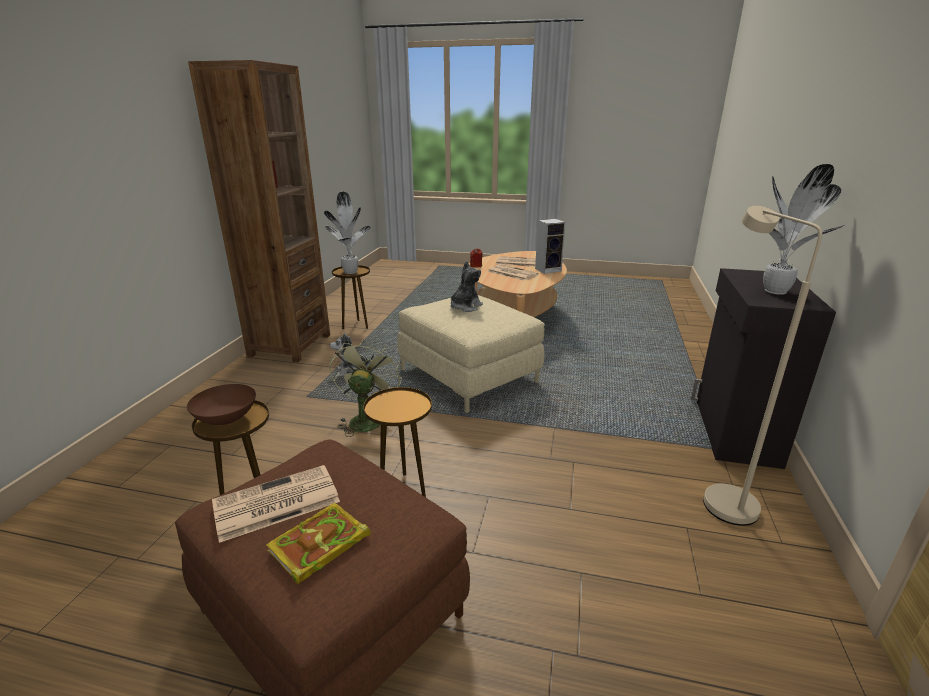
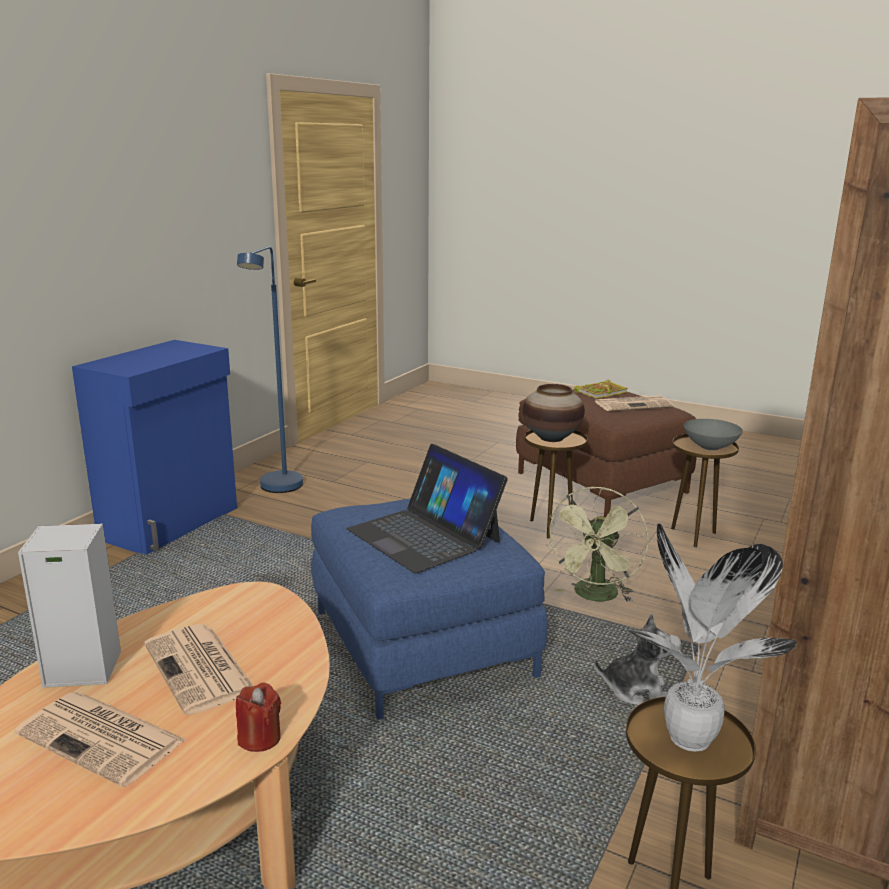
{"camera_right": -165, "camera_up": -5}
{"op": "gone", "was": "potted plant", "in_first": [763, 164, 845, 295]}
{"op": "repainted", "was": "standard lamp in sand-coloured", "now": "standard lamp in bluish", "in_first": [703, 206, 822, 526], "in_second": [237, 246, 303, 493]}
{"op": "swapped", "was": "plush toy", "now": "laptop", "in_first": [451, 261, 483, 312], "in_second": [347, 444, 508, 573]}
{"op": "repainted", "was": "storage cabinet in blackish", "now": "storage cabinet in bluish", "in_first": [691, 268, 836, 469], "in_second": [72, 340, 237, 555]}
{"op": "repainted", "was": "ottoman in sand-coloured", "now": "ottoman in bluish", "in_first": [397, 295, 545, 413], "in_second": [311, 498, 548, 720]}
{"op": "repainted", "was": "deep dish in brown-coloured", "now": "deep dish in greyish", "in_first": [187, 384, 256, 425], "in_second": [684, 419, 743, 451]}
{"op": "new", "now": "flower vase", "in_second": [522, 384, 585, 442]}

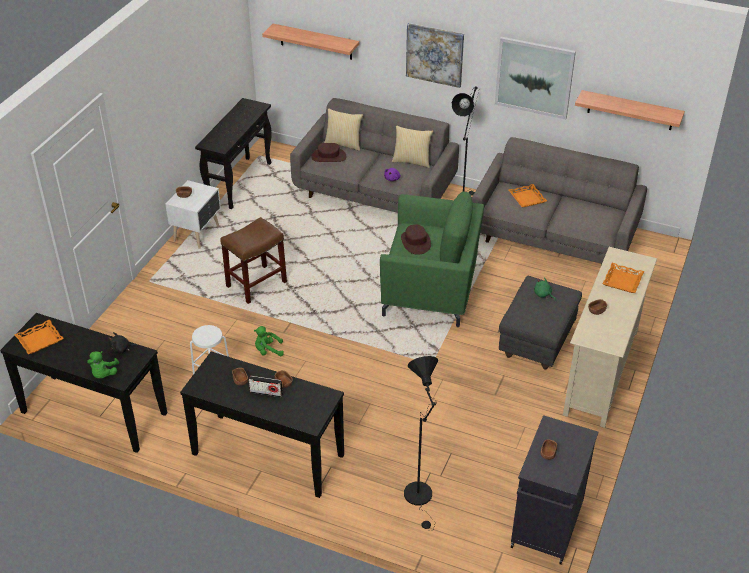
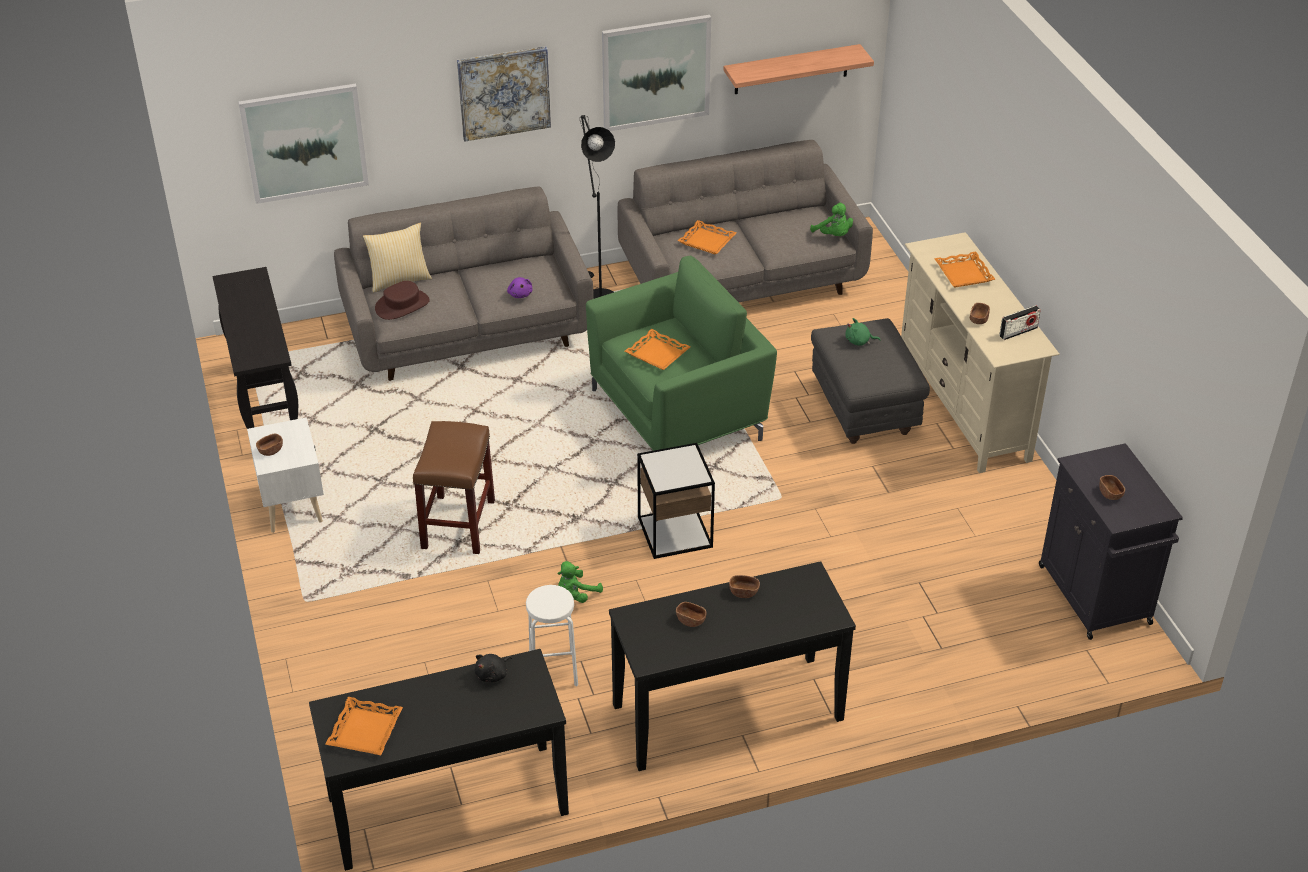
{"camera_right": -40, "camera_up": 0}
{"op": "swapped", "was": "bracket shelf", "now": "picture", "in_first": [262, 24, 359, 60], "in_second": [239, 84, 369, 204]}
{"op": "gone", "was": "pillow", "in_first": [392, 126, 433, 168]}
{"op": "swapped", "was": "wearable hat in brown-coloured", "now": "serving tray in orangey", "in_first": [401, 224, 431, 255], "in_second": [625, 329, 691, 370]}
{"op": "shifted", "was": "plush toy in green", "in_first": [87, 351, 119, 378], "in_second": [810, 203, 853, 236]}
{"op": "gone", "was": "standard lamp in blackish", "in_first": [404, 356, 438, 531]}
{"op": "shifted", "was": "radio set", "in_first": [249, 376, 283, 397], "in_second": [999, 305, 1041, 340]}
{"op": "new", "now": "side table", "in_second": [637, 443, 715, 559]}

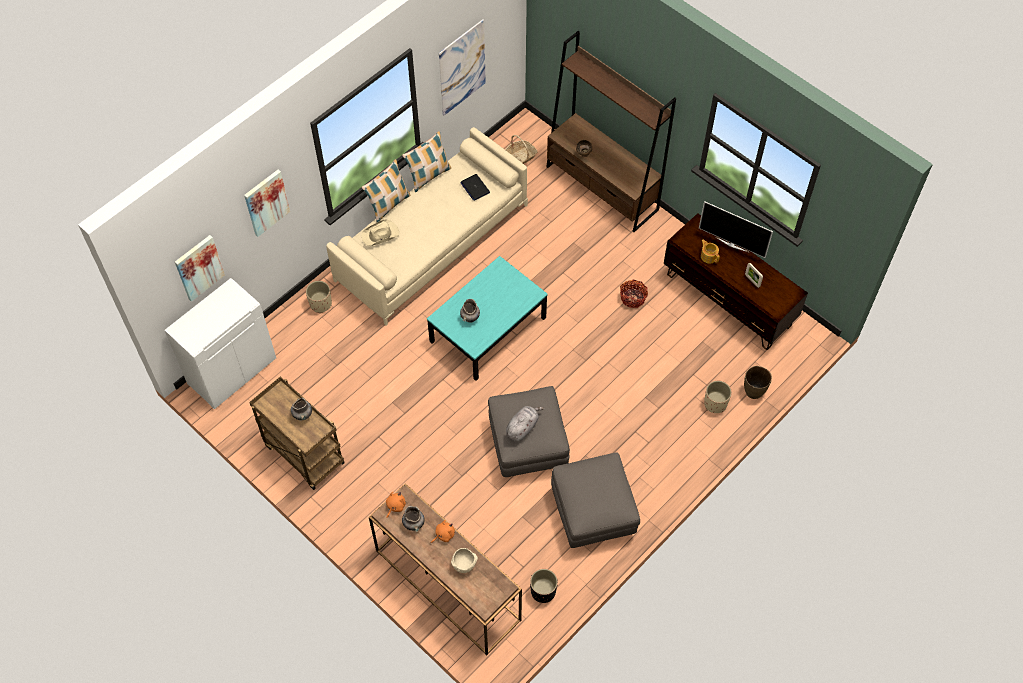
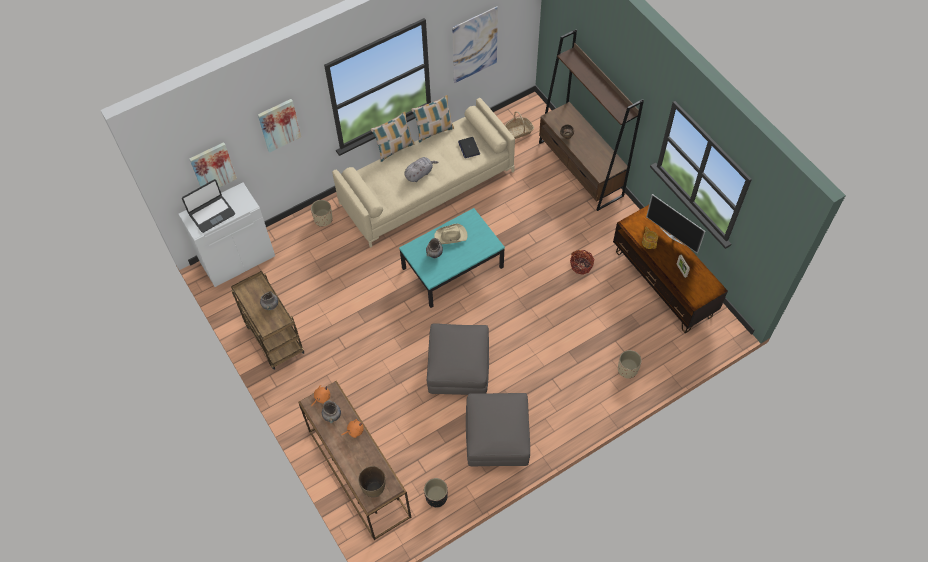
{"camera_right": 15, "camera_up": 0}
{"op": "shifted", "was": "wearable hat in sand-coloured", "in_first": [361, 219, 399, 246], "in_second": [434, 224, 467, 244]}
{"op": "shifted", "was": "flower vase in brown-coloured", "in_first": [744, 366, 772, 399], "in_second": [358, 466, 386, 498]}
{"op": "shifted", "was": "plush toy in greyish", "in_first": [506, 406, 544, 441], "in_second": [404, 157, 439, 182]}
{"op": "gone", "was": "deep dish in sand-coloured", "in_first": [451, 548, 478, 573]}
{"op": "new", "now": "laptop", "in_second": [182, 179, 235, 233]}

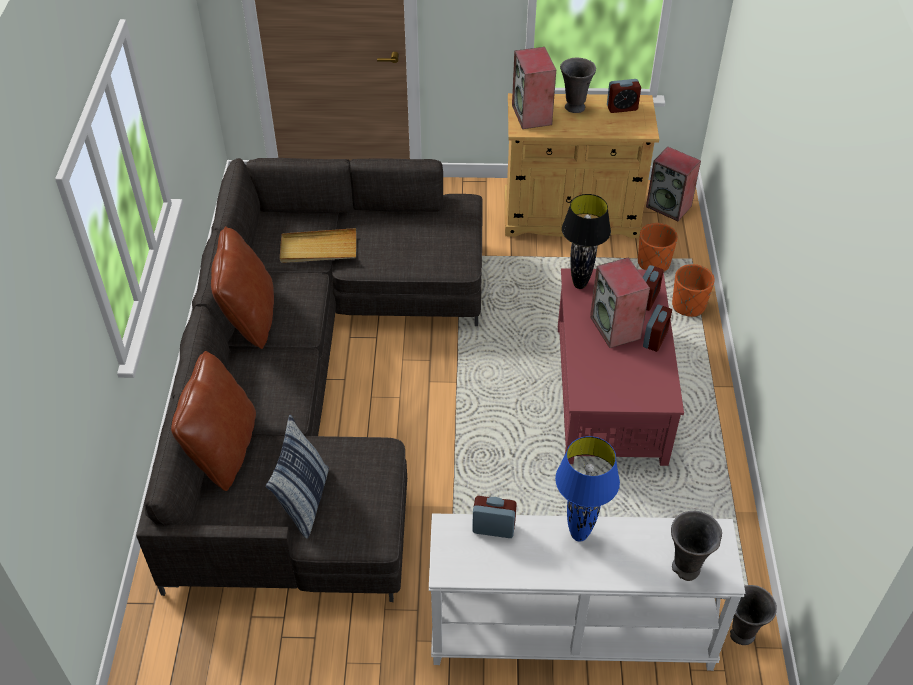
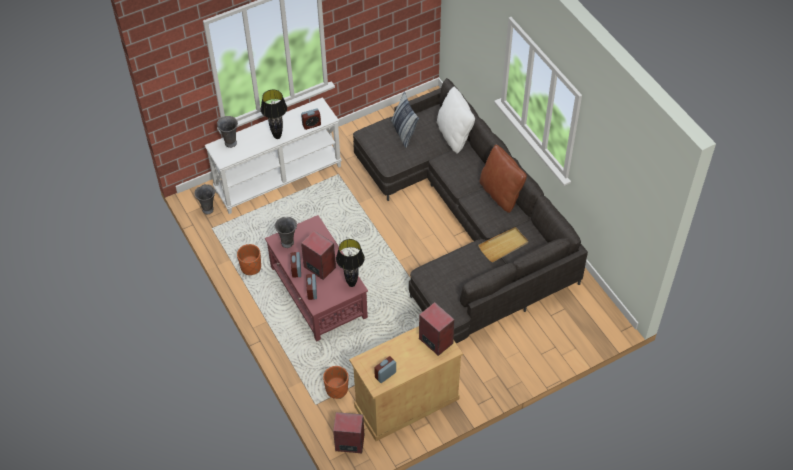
{"camera_right": 150, "camera_up": 5}
{"op": "shifted", "was": "flower vase in greyish", "in_first": [560, 58, 596, 113], "in_second": [275, 217, 297, 248]}
{"op": "shifted", "was": "flower pot in orangey", "in_first": [672, 264, 715, 317], "in_second": [237, 244, 261, 275]}
{"op": "repainted", "was": "pillow in brown-coloured", "now": "pillow in white", "in_first": [171, 351, 256, 491], "in_second": [437, 87, 475, 154]}
{"op": "repainted", "was": "tabletop lamp in bluish", "now": "tabletop lamp in blackish", "in_first": [555, 436, 620, 541], "in_second": [261, 90, 287, 139]}

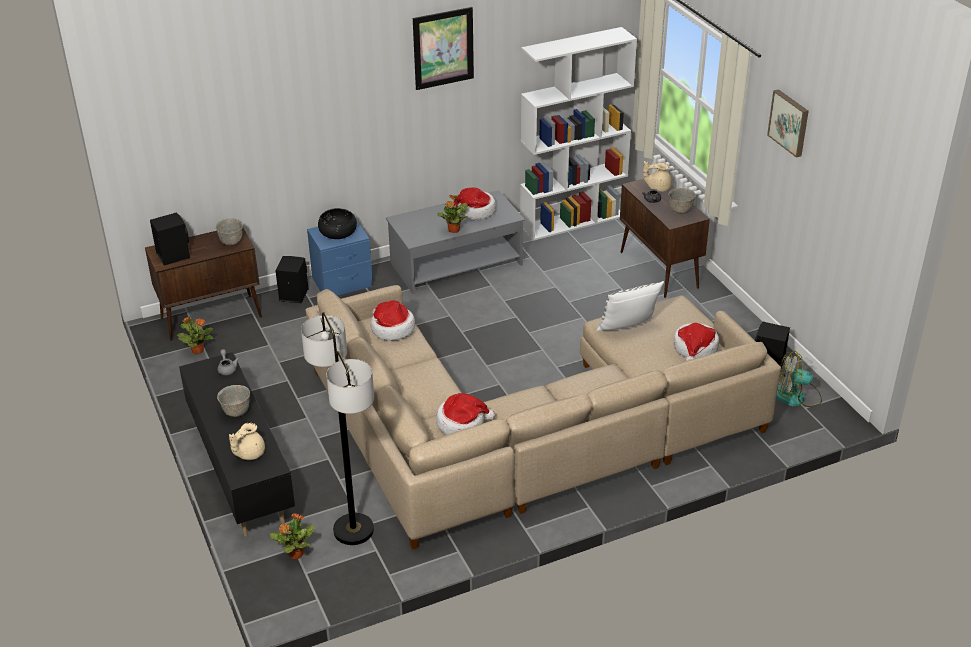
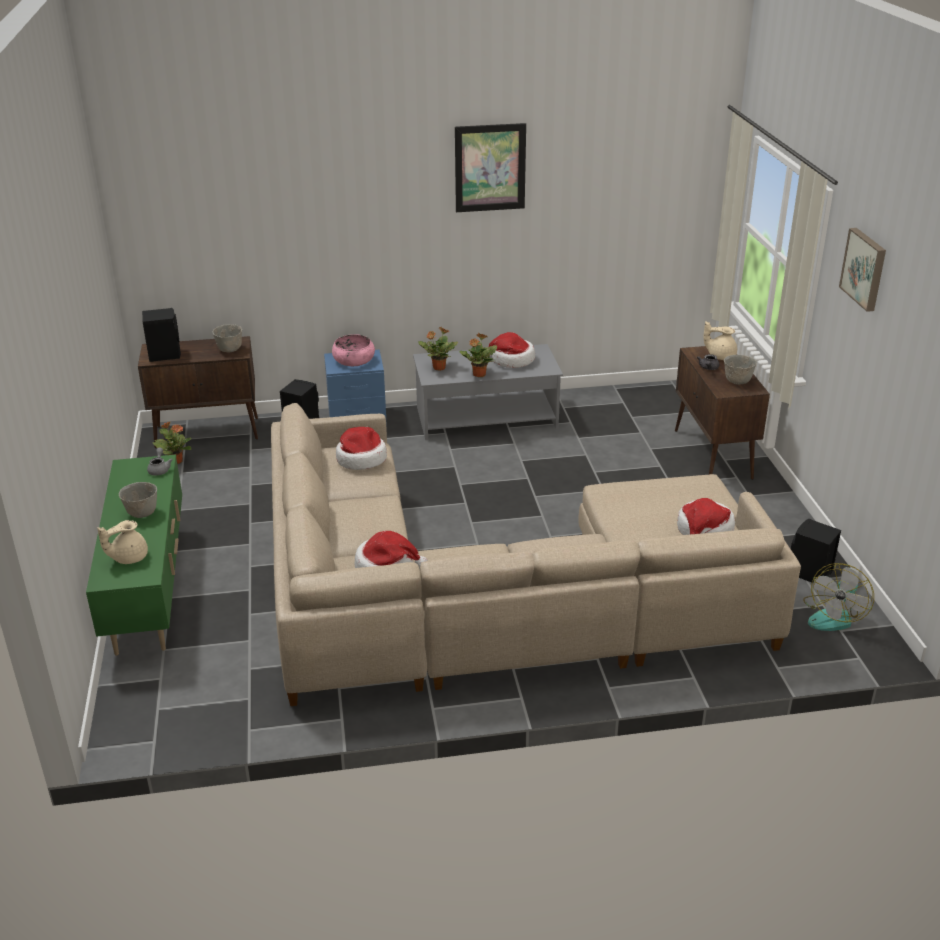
{"camera_right": 15, "camera_up": -5}
{"op": "gone", "was": "shelving unit in white", "in_first": [520, 27, 637, 241]}
{"op": "repainted", "was": "deep dish in blackish", "now": "deep dish in pink-coloured", "in_first": [318, 208, 357, 239], "in_second": [332, 334, 375, 366]}
{"op": "gone", "was": "pillow in white", "in_first": [597, 281, 664, 331]}
{"op": "gone", "was": "standard lamp", "in_first": [301, 312, 374, 545]}
{"op": "rotated", "was": "fan", "in_first": [776, 351, 822, 407], "in_second": [803, 563, 874, 631], "clockwise": -75}
{"op": "repainted", "was": "media console in blackish", "now": "media console in green", "in_first": [179, 352, 295, 537], "in_second": [86, 455, 182, 656]}
{"op": "shifted", "was": "potted plant", "in_first": [270, 513, 315, 559], "in_second": [418, 327, 458, 371]}

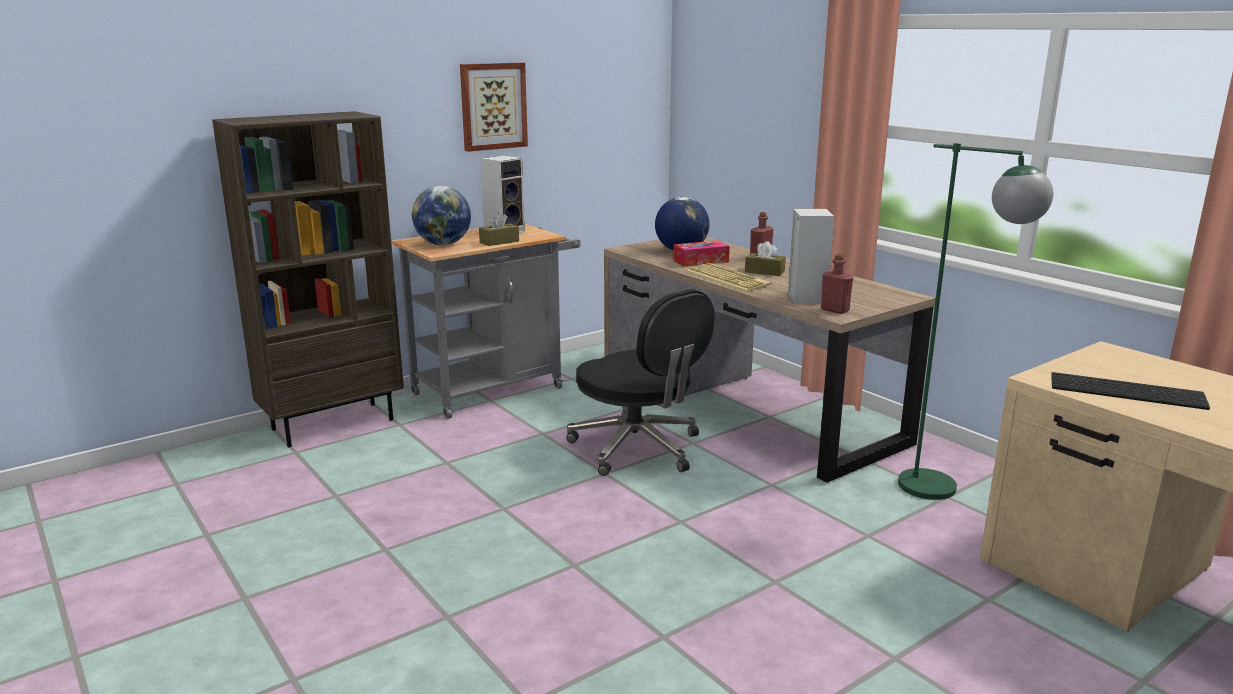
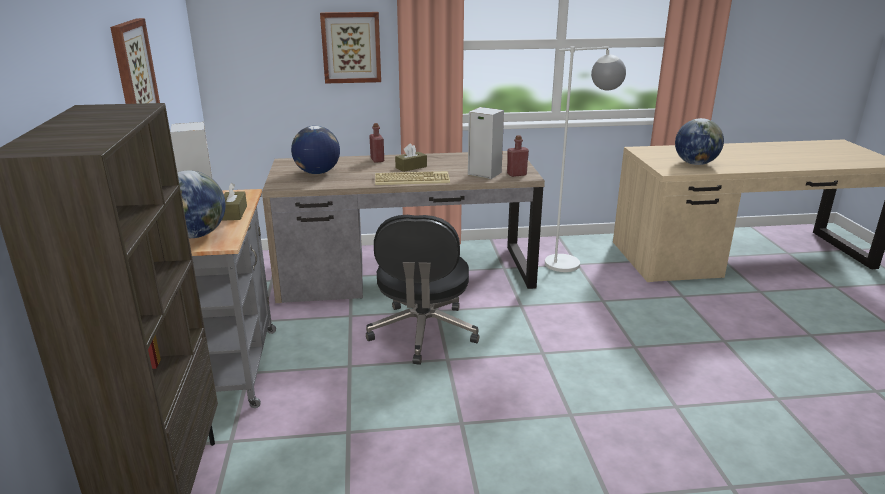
{"camera_right": -60, "camera_up": 5}
{"op": "repainted", "was": "standard lamp in green", "now": "standard lamp in white", "in_first": [898, 143, 1053, 500], "in_second": [545, 46, 626, 272]}
{"op": "gone", "was": "tissue box", "in_first": [673, 240, 730, 267]}
{"op": "rotated", "was": "office chair in blackish", "in_first": [566, 289, 715, 476], "in_second": [366, 215, 479, 365], "clockwise": 105}
{"op": "swapped", "was": "keyboard", "now": "globe", "in_first": [1051, 372, 1210, 410], "in_second": [675, 118, 724, 165]}
{"op": "new", "now": "picture", "in_second": [320, 12, 381, 83]}

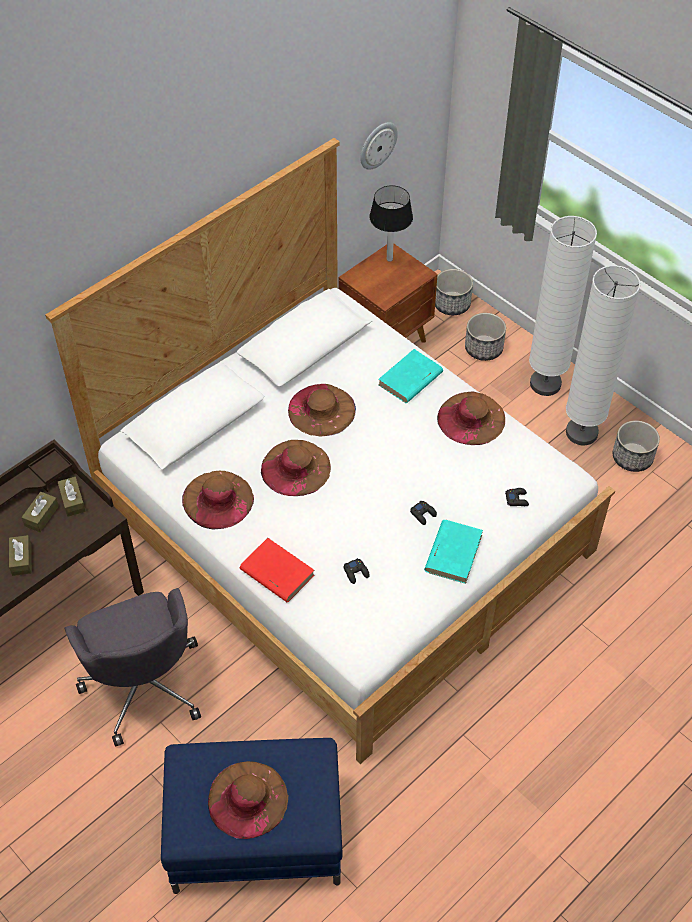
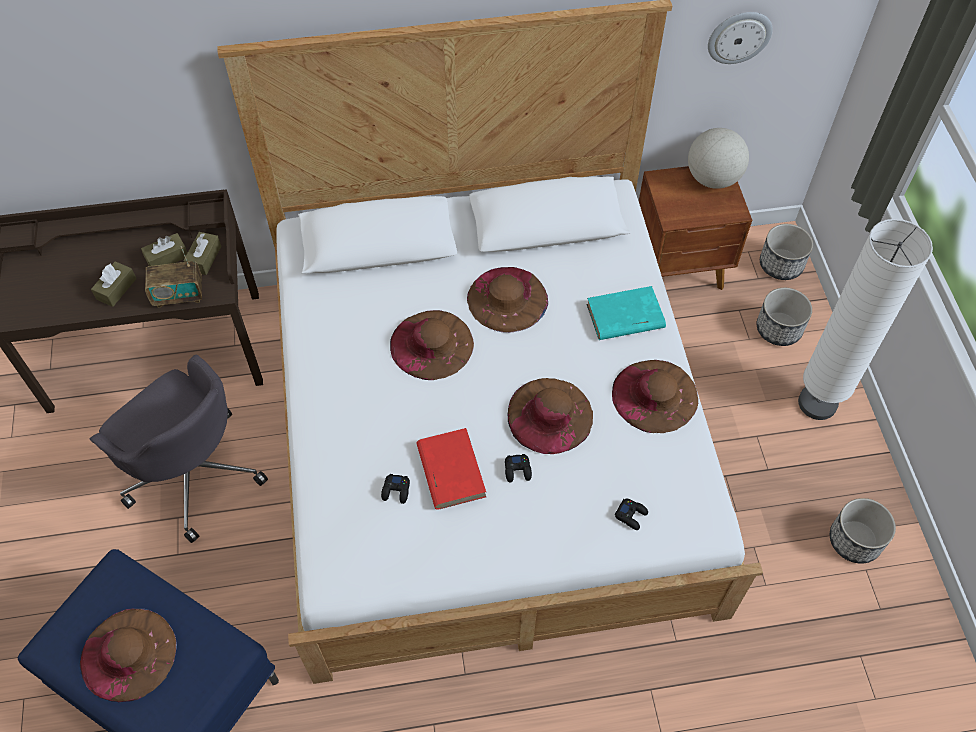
{"camera_right": 35, "camera_up": 5}
{"op": "swapped", "was": "tabletop lamp", "now": "globe", "in_first": [369, 185, 413, 262], "in_second": [688, 128, 749, 189]}
{"op": "gone", "was": "standard lamp in white", "in_first": [566, 265, 641, 445]}
{"op": "shifted", "was": "wearable hat in brown-coloured", "in_first": [182, 471, 254, 529], "in_second": [507, 378, 593, 454]}
{"op": "gone", "was": "volume in blue-green", "in_first": [424, 520, 483, 584]}
{"op": "shifted", "was": "volume in red", "in_first": [240, 538, 315, 602], "in_second": [416, 428, 486, 509]}
{"op": "rotated", "was": "office chair in greyish", "in_first": [65, 588, 201, 747], "in_second": [90, 355, 268, 543], "clockwise": -60}
{"op": "new", "now": "radio set", "in_second": [145, 246, 202, 308]}

